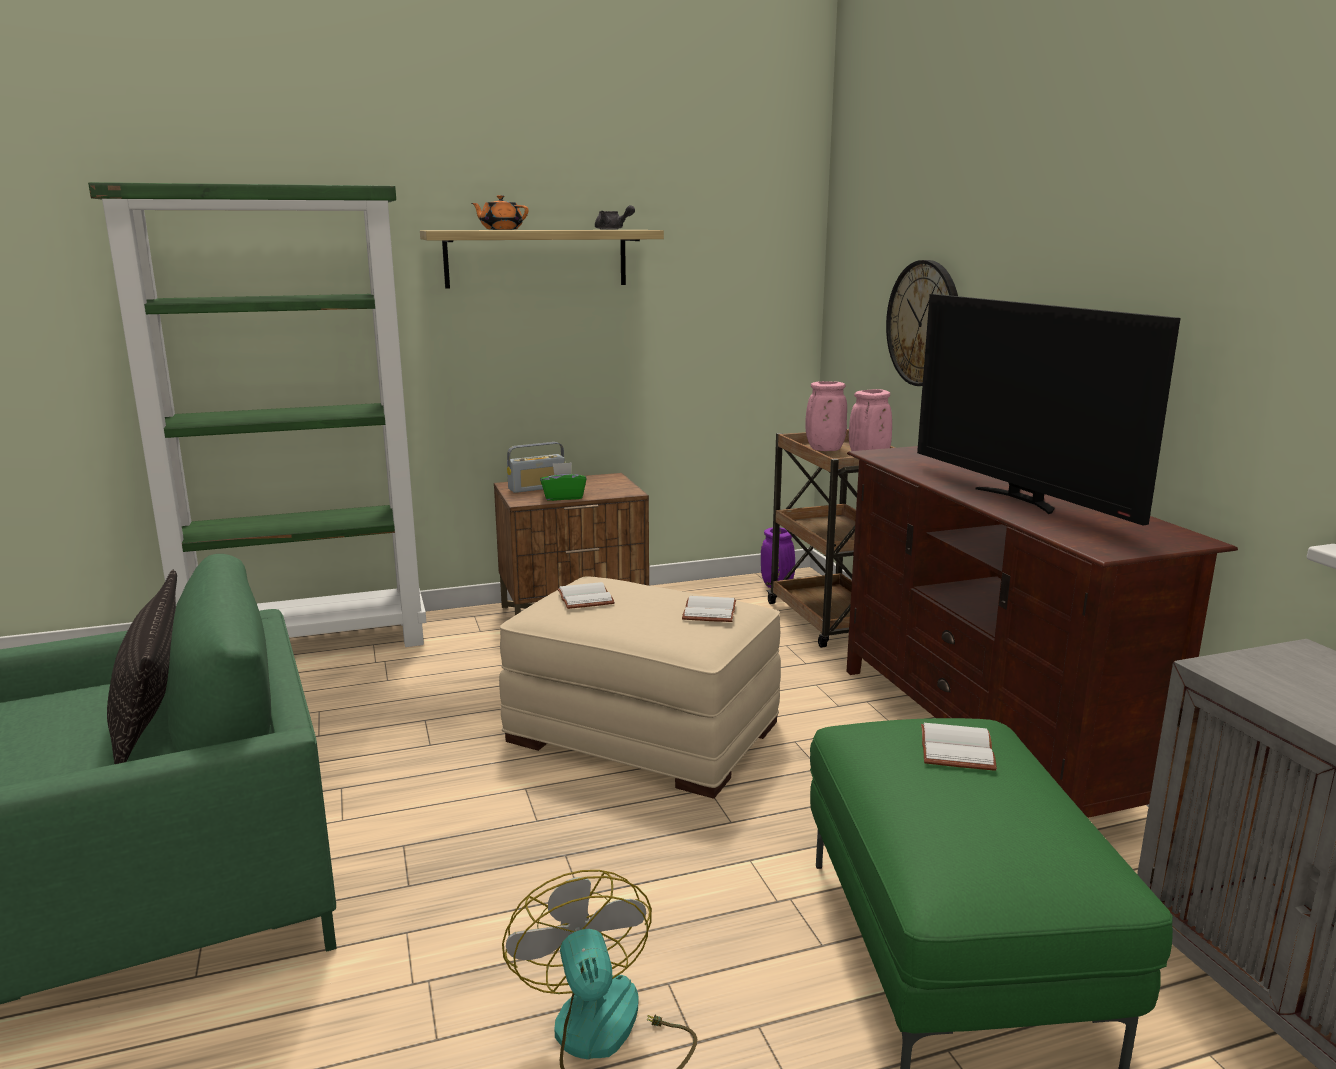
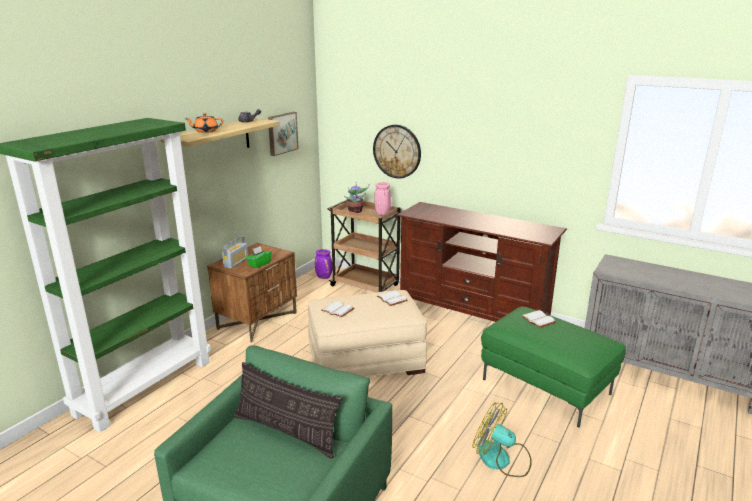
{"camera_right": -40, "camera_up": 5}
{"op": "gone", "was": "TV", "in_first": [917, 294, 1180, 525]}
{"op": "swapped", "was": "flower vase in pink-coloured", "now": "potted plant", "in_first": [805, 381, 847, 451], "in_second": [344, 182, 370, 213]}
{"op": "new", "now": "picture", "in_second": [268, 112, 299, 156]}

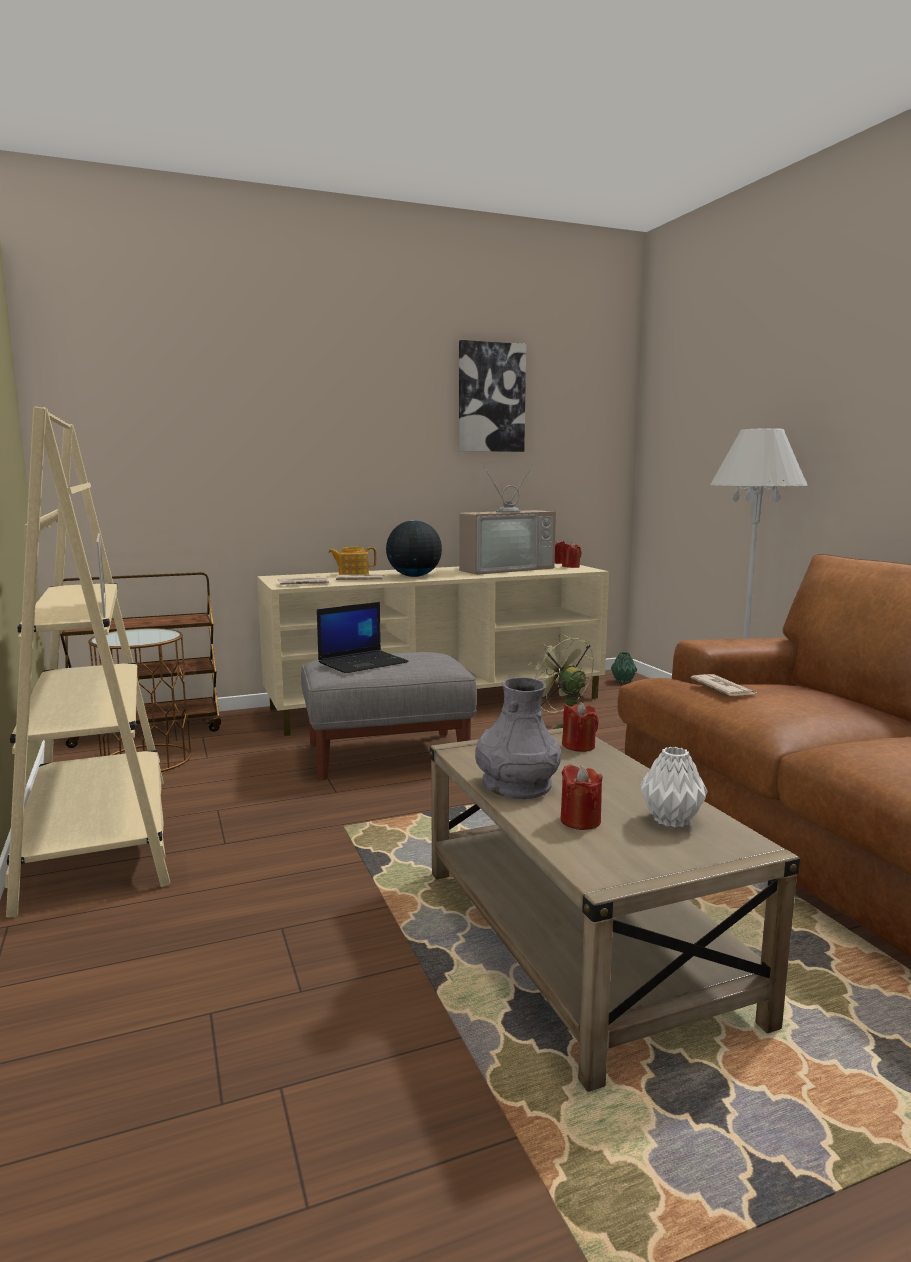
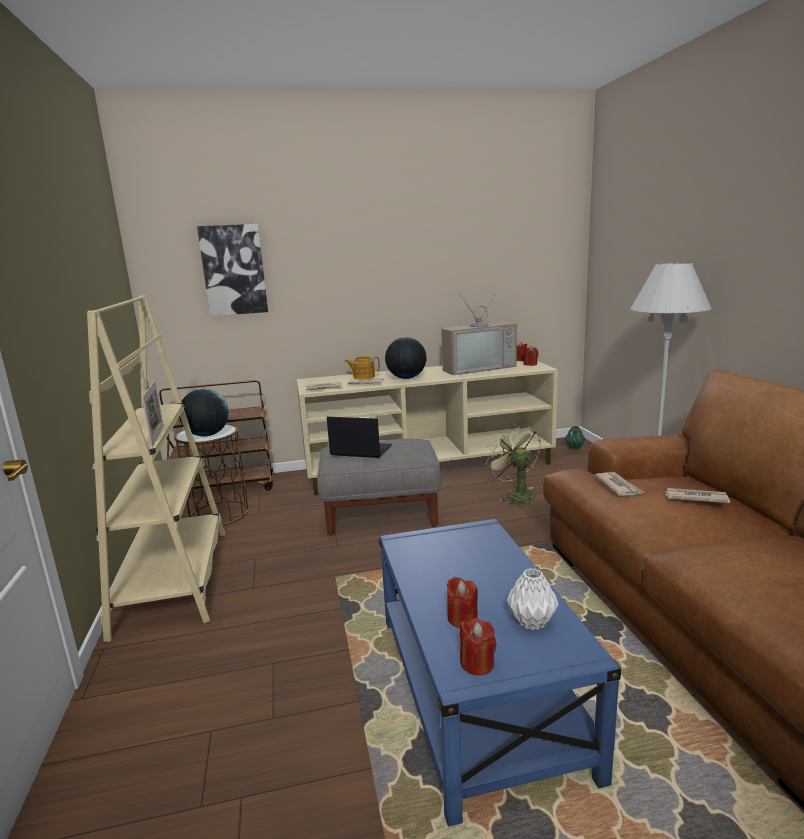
{"camera_right": 10, "camera_up": 5}
{"op": "shifted", "was": "picture", "in_first": [459, 340, 526, 452], "in_second": [197, 224, 268, 316]}
{"op": "rotated", "was": "laptop", "in_first": [317, 602, 409, 674], "in_second": [327, 417, 392, 458], "clockwise": -135}
{"op": "gone", "was": "flower vase in greyish", "in_first": [475, 677, 561, 799]}
{"op": "shifted", "was": "wax candle in red", "in_first": [562, 702, 599, 752], "in_second": [460, 618, 496, 675]}
{"op": "repainted", "was": "lounge table in sand-coloured", "now": "lounge table in bluish", "in_first": [429, 728, 800, 1092], "in_second": [379, 519, 621, 826]}
{"op": "new", "now": "globe", "in_second": [179, 389, 229, 436]}
{"op": "new", "now": "printed paper", "in_second": [665, 488, 730, 504]}

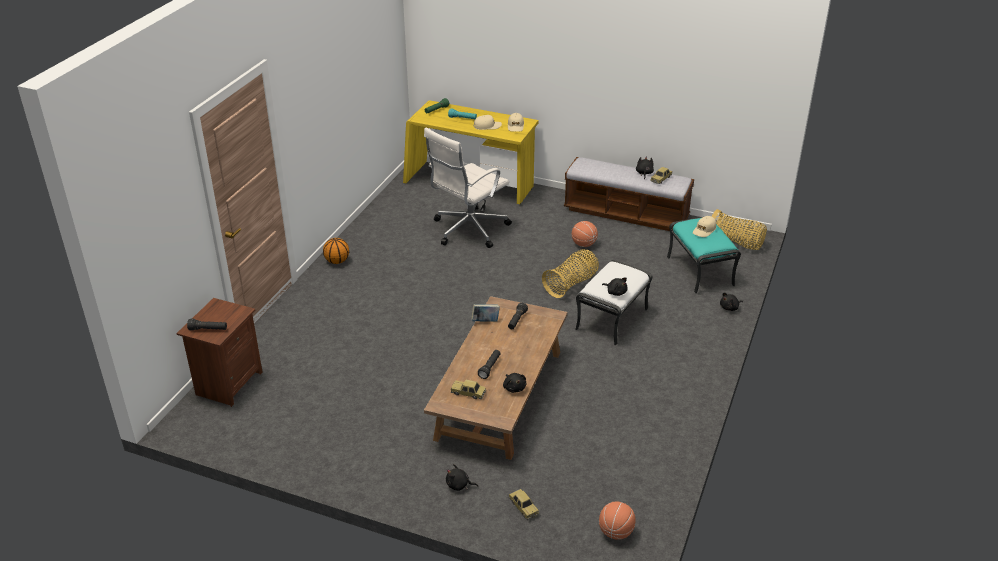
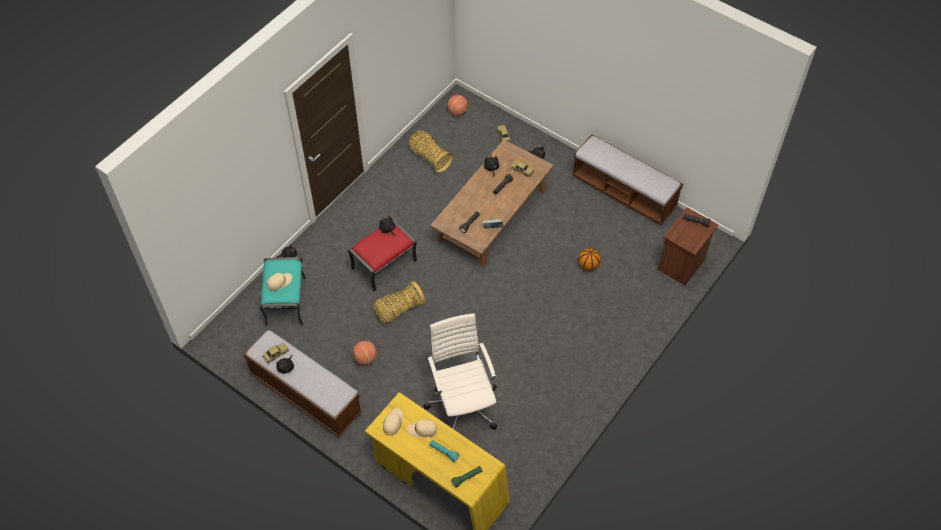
{"camera_right": -165, "camera_up": 20}
{"op": "rotated", "was": "office chair in white", "in_first": [424, 128, 512, 248], "in_second": [423, 313, 497, 430], "clockwise": -75}
{"op": "shifted", "was": "basket", "in_first": [712, 209, 767, 250], "in_second": [409, 130, 453, 173]}
{"op": "shifted", "was": "ball for basketball", "in_first": [323, 238, 349, 264], "in_second": [579, 248, 601, 271]}
{"op": "repainted", "was": "ottoman in white", "now": "ottoman in red", "in_first": [575, 260, 653, 346], "in_second": [348, 219, 417, 292]}
{"op": "new", "now": "bench", "in_second": [572, 134, 683, 225]}

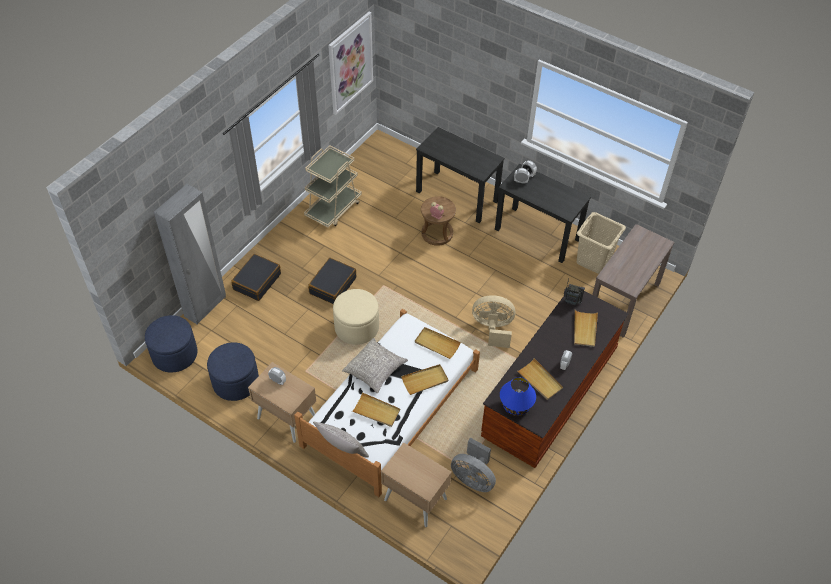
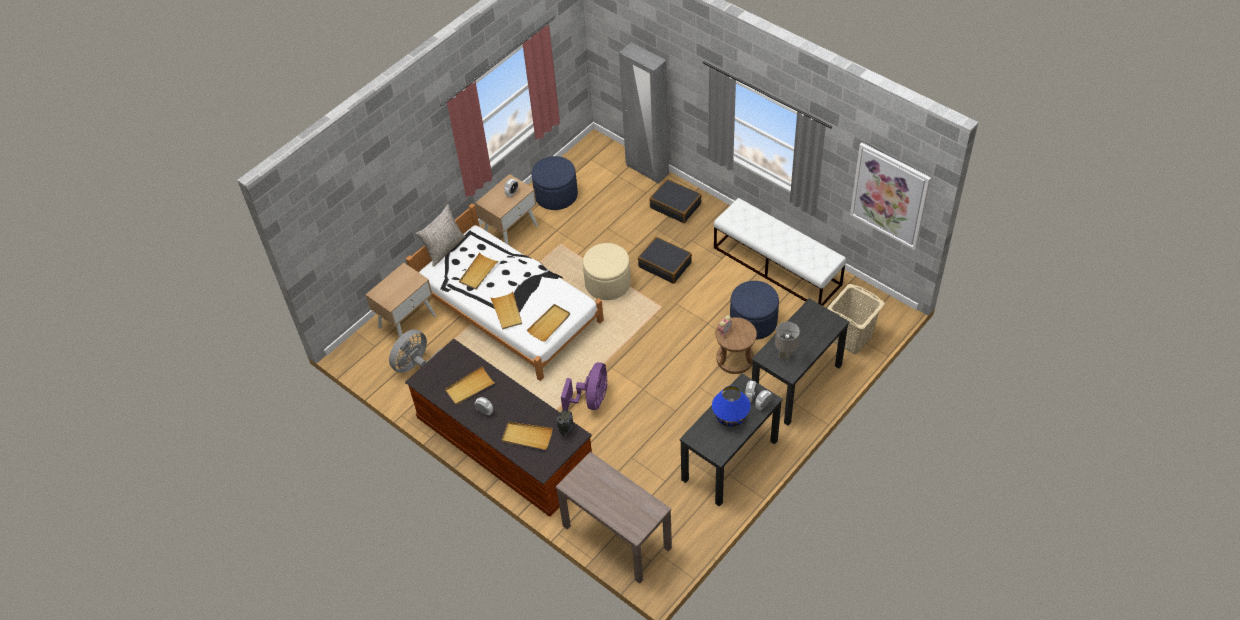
{"camera_right": 100, "camera_up": 0}
{"op": "swapped", "was": "trolley in sand-coloured", "now": "bench in white", "in_first": [304, 145, 362, 228], "in_second": [713, 198, 846, 306]}
{"op": "shifted", "was": "laundry basket in sand-coloured", "in_first": [577, 212, 626, 274], "in_second": [827, 284, 885, 354]}
{"op": "repainted", "was": "fan in sand-coloured", "now": "fan in purple-coloured", "in_first": [472, 295, 515, 348], "in_second": [561, 362, 608, 411]}
{"op": "shifted", "was": "ottoman in bluish", "in_first": [145, 315, 197, 373], "in_second": [730, 281, 779, 340]}
{"op": "gone", "was": "pillow in greyish", "in_first": [342, 338, 408, 393]}
{"op": "shifted", "was": "tabletop lamp in bluish", "in_first": [500, 377, 536, 416], "in_second": [712, 386, 750, 427]}
{"op": "new", "now": "tabletop lamp in greyish", "in_second": [775, 322, 800, 362]}

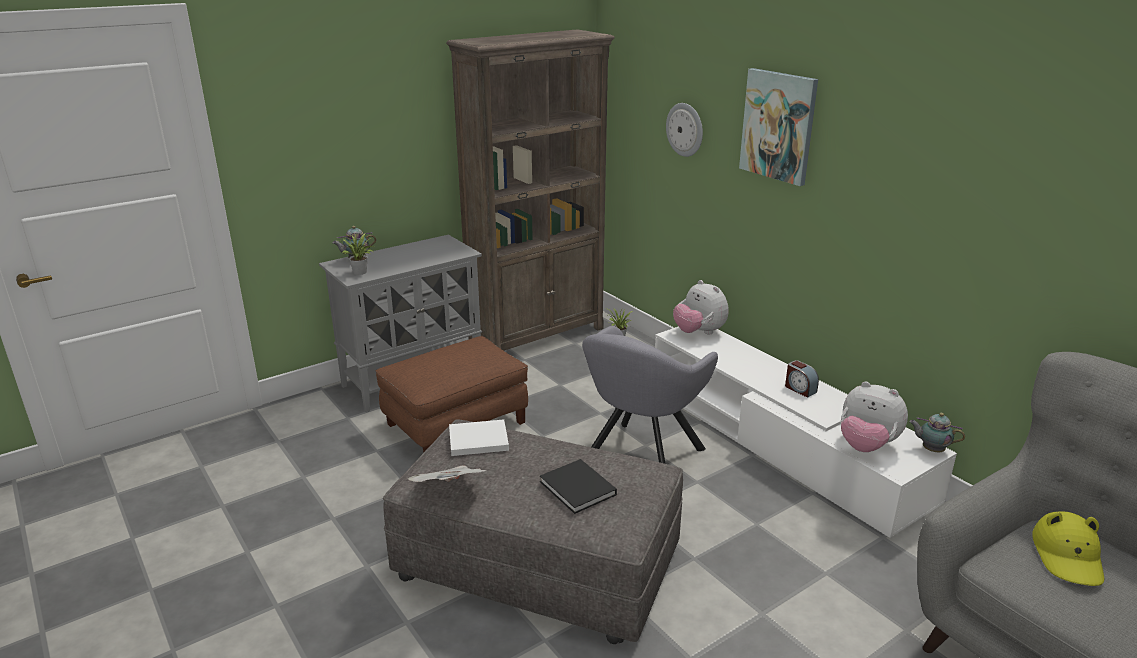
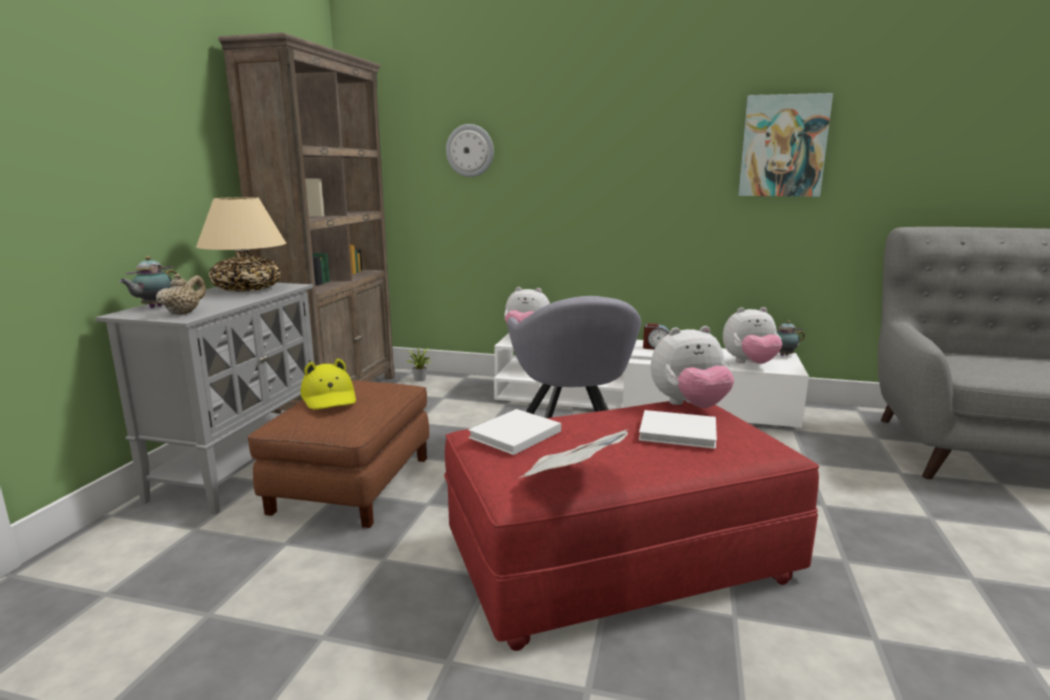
{"camera_right": -40, "camera_up": -10}
{"op": "shifted", "was": "picture", "in_first": [739, 68, 818, 186], "in_second": [738, 93, 833, 197]}
{"op": "swapped", "was": "potted plant", "now": "teapot in sand-coloured", "in_first": [337, 234, 374, 275], "in_second": [156, 274, 206, 315]}
{"op": "repainted", "was": "ottoman in greyish", "now": "ottoman in red", "in_first": [383, 419, 683, 644], "in_second": [444, 401, 819, 651]}
{"op": "repainted", "was": "volume in blackish", "now": "volume in white", "in_first": [540, 459, 617, 514], "in_second": [639, 410, 717, 449]}
{"op": "shifted", "was": "wearable hat in yellow-coloured", "in_first": [1032, 511, 1104, 586], "in_second": [301, 358, 356, 410]}
{"op": "new", "now": "tabletop lamp in sand-coloured", "in_second": [196, 197, 286, 292]}
{"op": "new", "now": "plush toy", "in_second": [651, 326, 734, 408]}

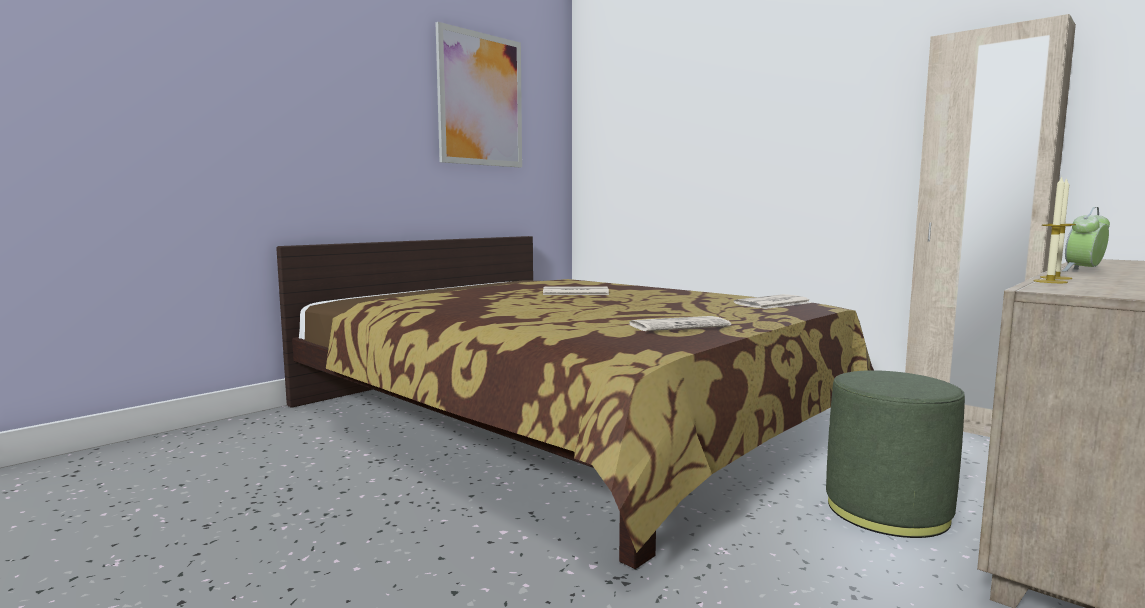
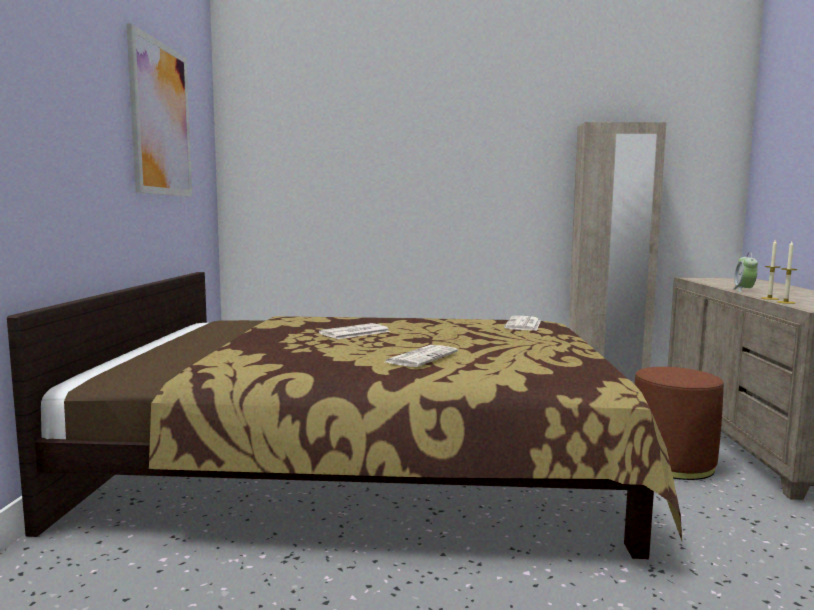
{"camera_right": -40, "camera_up": 0}
{"op": "shifted", "was": "printed paper", "in_first": [628, 316, 731, 331], "in_second": [386, 345, 458, 367]}
{"op": "repainted", "was": "ottoman in green", "now": "ottoman in brown-coloured", "in_first": [826, 370, 965, 538], "in_second": [634, 367, 724, 480]}

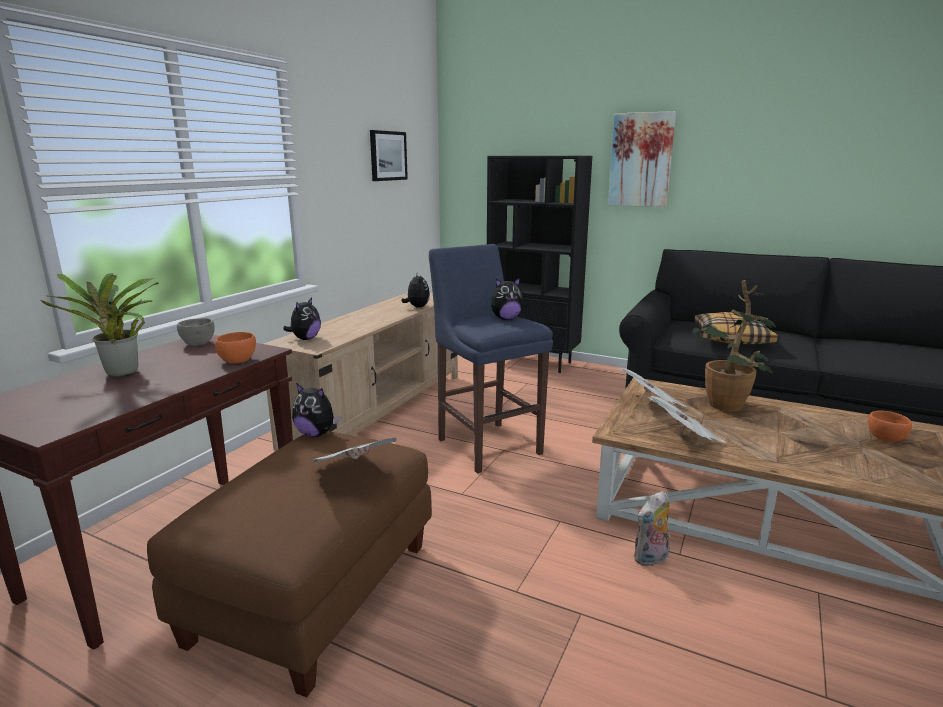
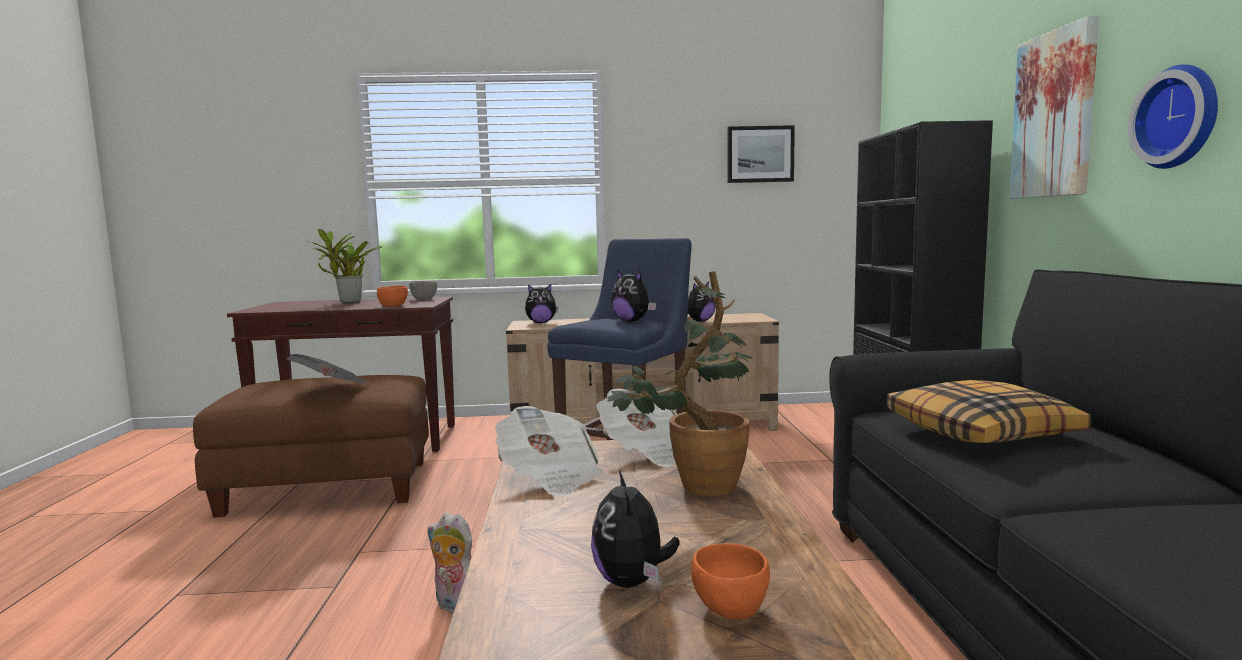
{"camera_right": 60, "camera_up": -10}
{"op": "shifted", "was": "plush toy", "in_first": [292, 383, 341, 437], "in_second": [591, 471, 680, 588]}
{"op": "new", "now": "hanging clock", "in_second": [1128, 64, 1218, 169]}

